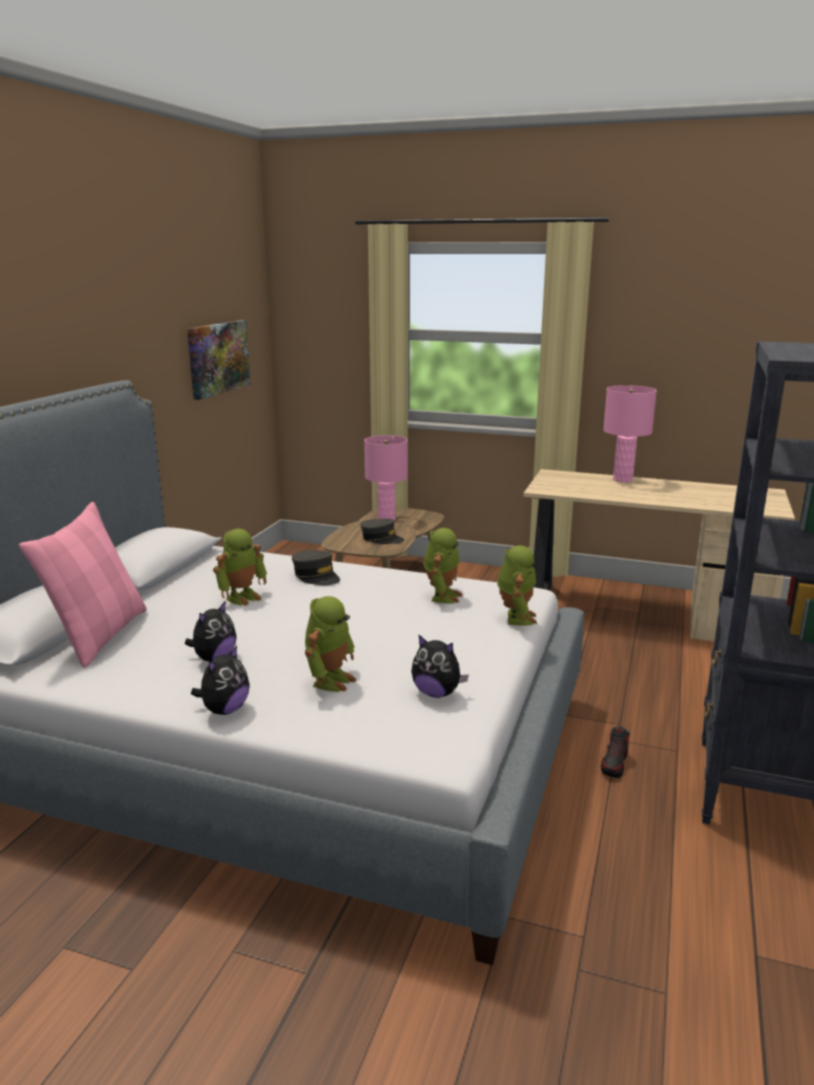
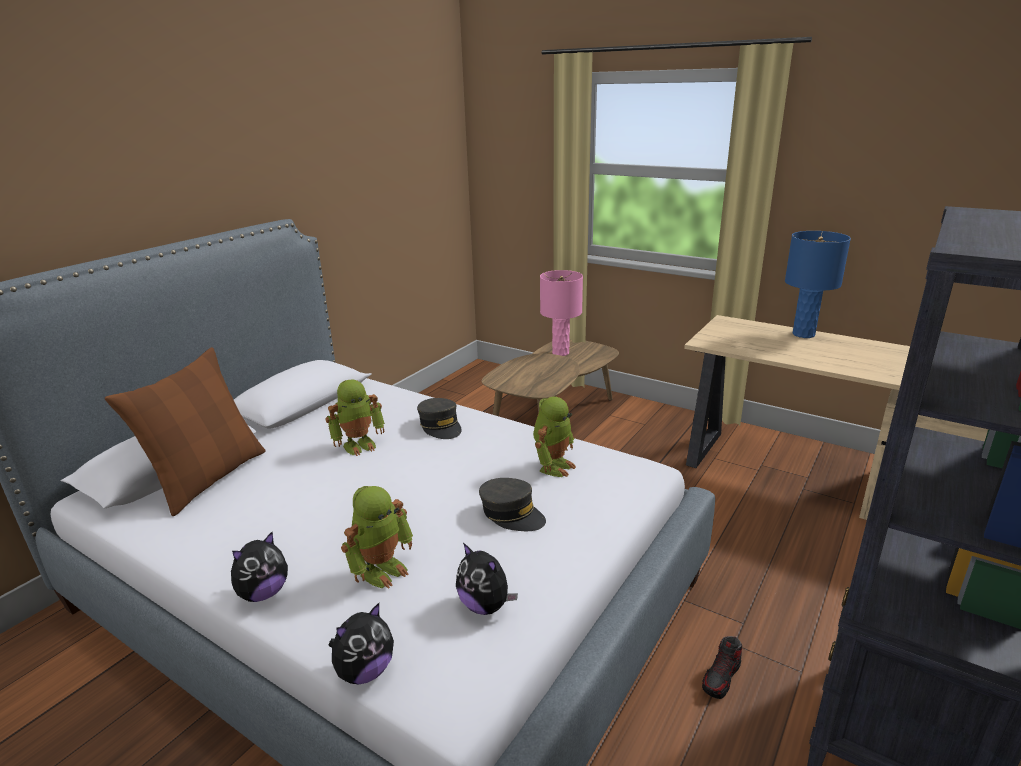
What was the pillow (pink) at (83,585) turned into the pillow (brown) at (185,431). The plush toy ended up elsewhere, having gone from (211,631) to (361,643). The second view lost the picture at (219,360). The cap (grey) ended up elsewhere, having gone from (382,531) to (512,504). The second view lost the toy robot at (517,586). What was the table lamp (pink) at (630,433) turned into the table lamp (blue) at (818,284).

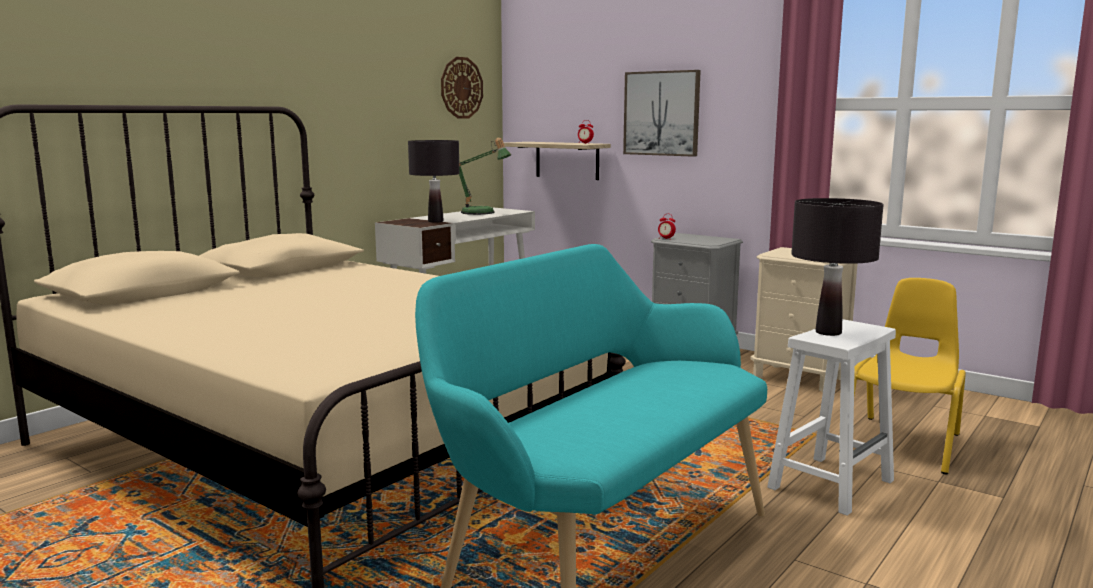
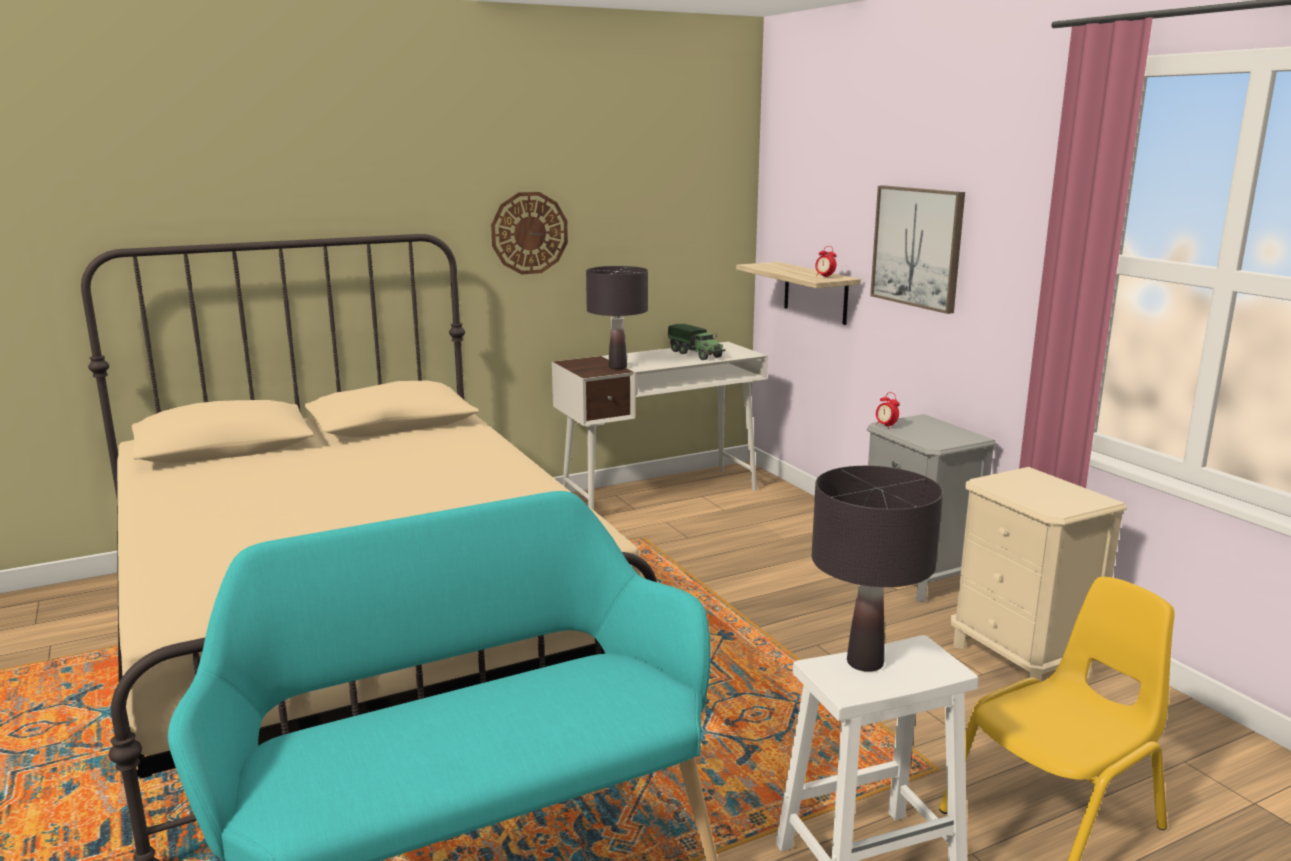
The wall clock ended up elsewhere, having gone from (462,88) to (529,233). Where the table lamp stood at (485,176), the toy truck came to stand at (697,342).

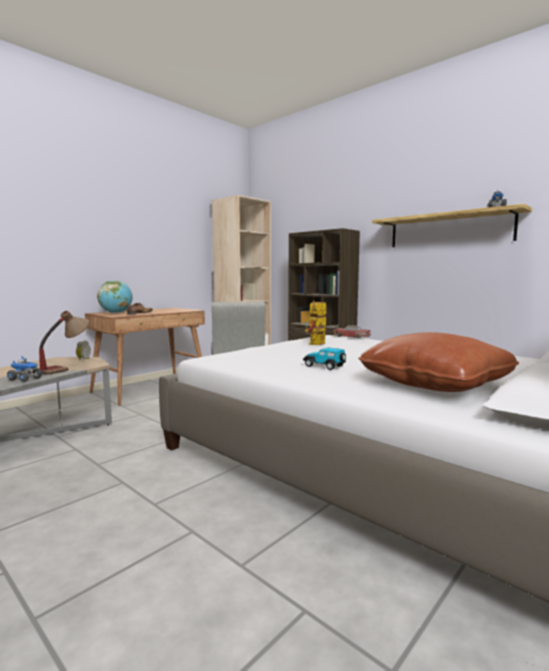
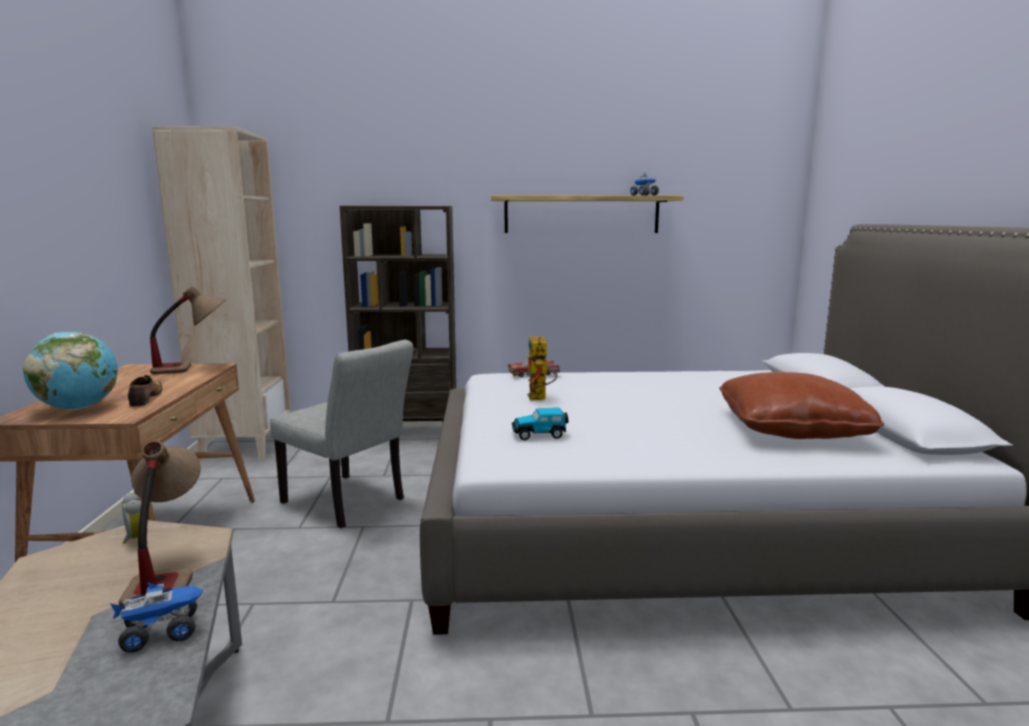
The toy car ended up elsewhere, having gone from (324,359) to (540,424). The second view gained the table lamp at (188,330).

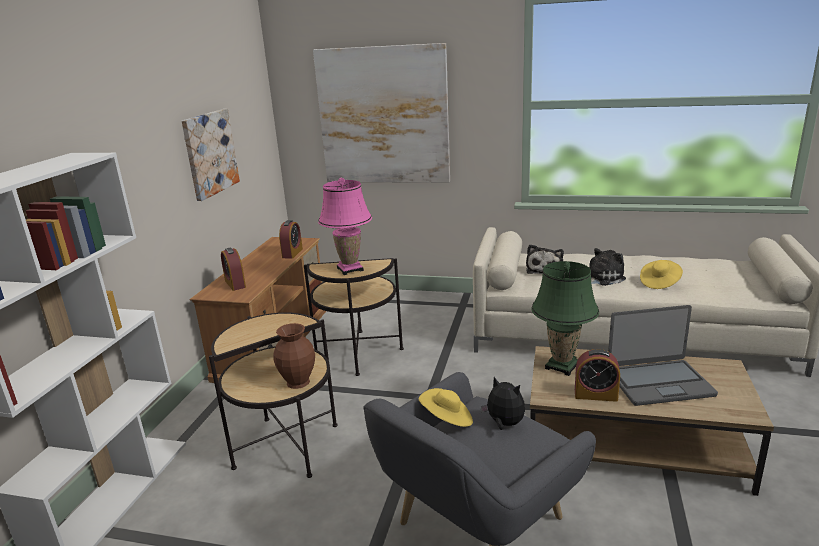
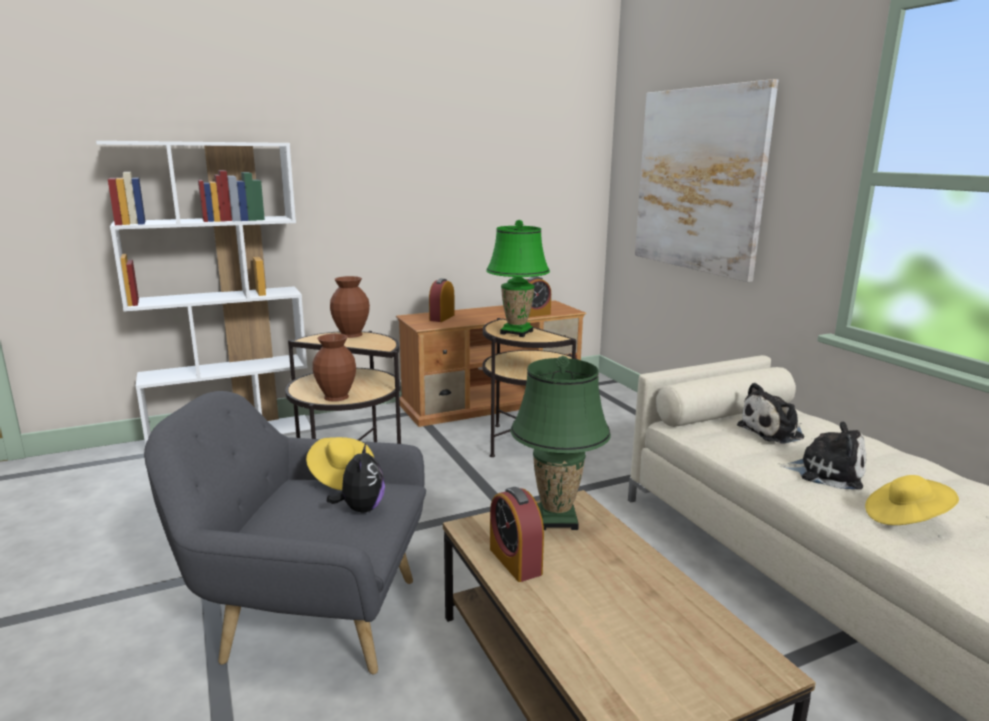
The second view lost the picture at (211,155). What was the table lamp (pink) at (345,226) turned into the table lamp (green) at (518,278). The second view lost the laptop at (663,355). The second view gained the vase (brown) at (350,307).

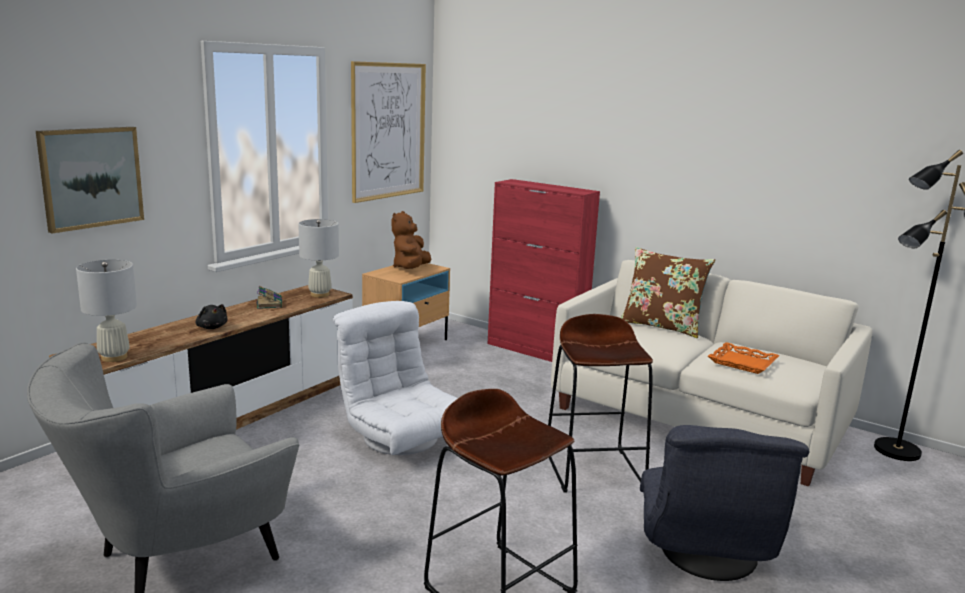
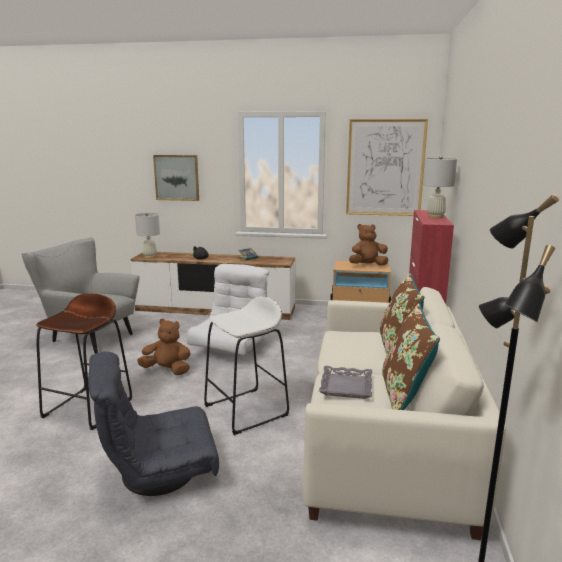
The table lamp (white) ended up elsewhere, having gone from (318,258) to (440,187). What was the stool (brown) at (600,403) turned into the stool (white) at (246,365). What was the tray (orange) at (743,358) turned into the tray (grey) at (345,382). The second view gained the plush toy (brown) at (164,347). The second view gained the pillow (brown) at (411,356).

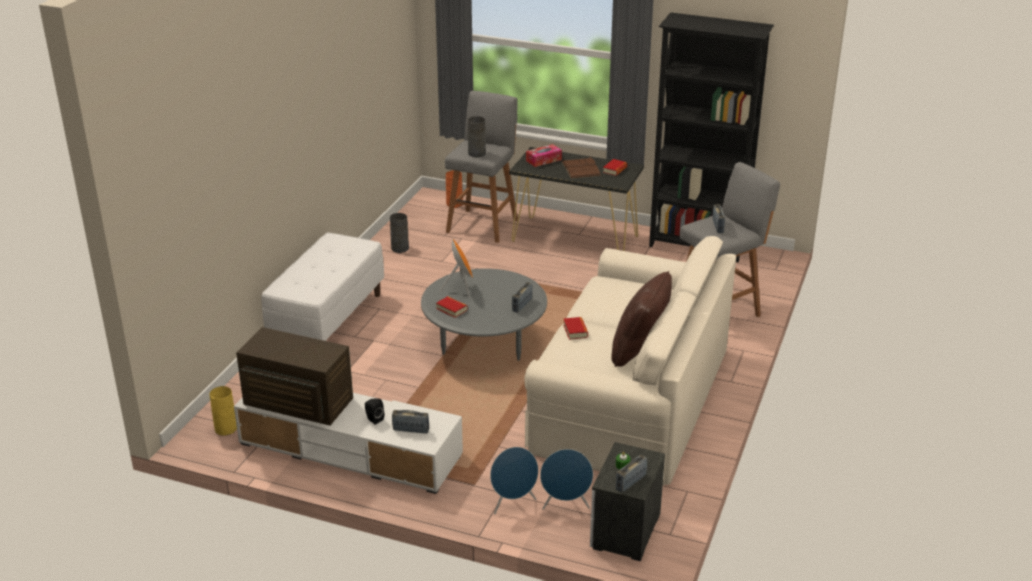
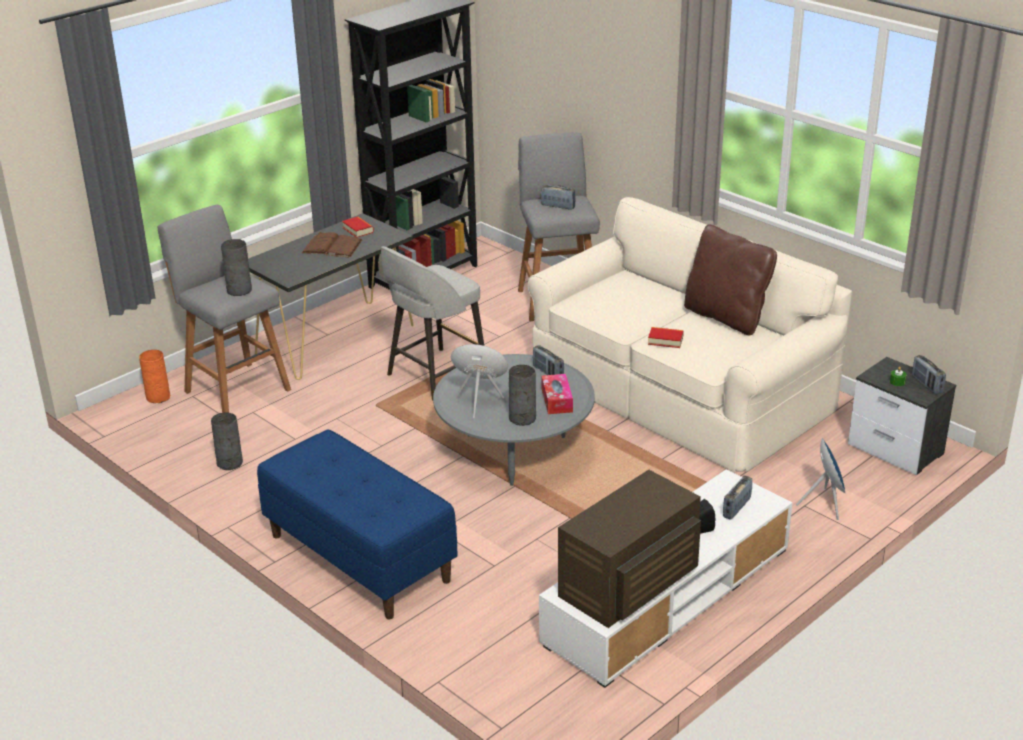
The second view lost the vase (yellow) at (223,411). What was the bench (white) at (322,287) turned into the bench (blue) at (357,524). Where the book stood at (452,307), the vase (grey) came to stand at (522,395). The tissue box ended up elsewhere, having gone from (544,155) to (557,394). The second view lost the speaker (blue) at (566,479). The second view gained the stool (grey) at (432,323).

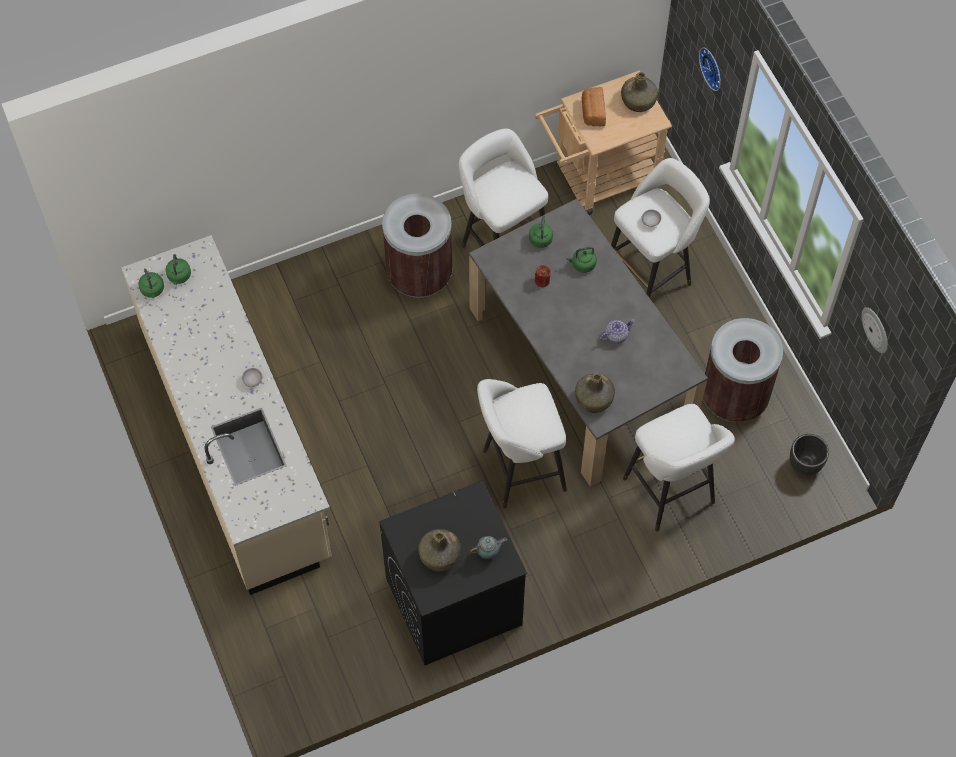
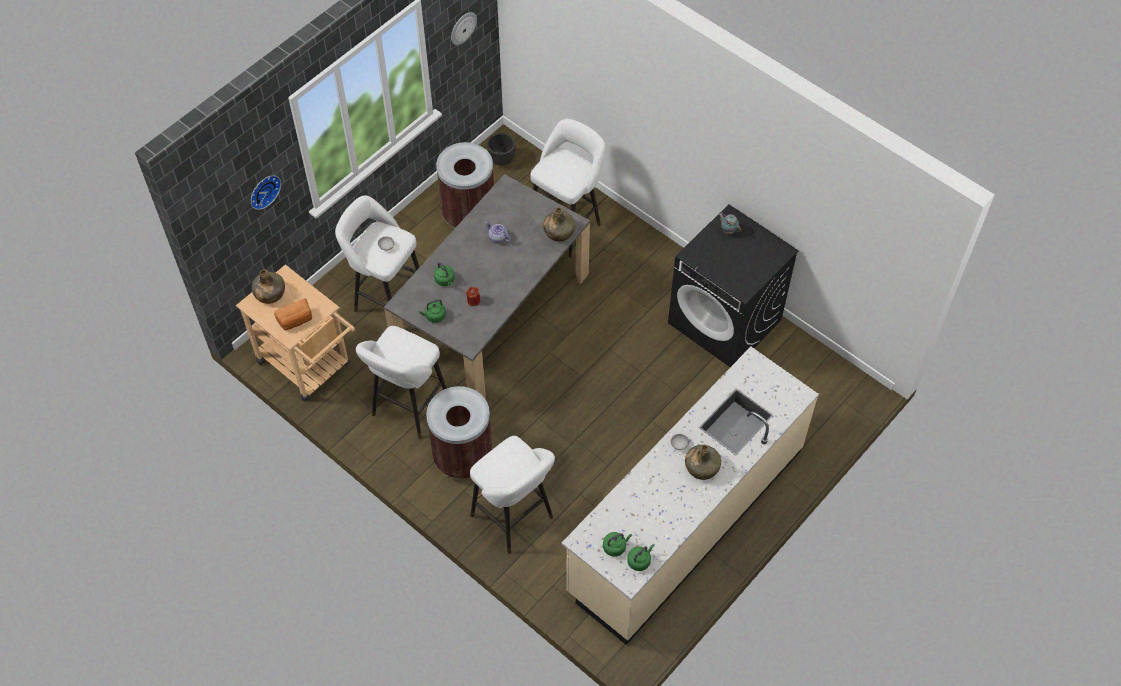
The bottle (green) ended up elsewhere, having gone from (439,550) to (703,462). The stool (white) ended up elsewhere, having gone from (522,444) to (512,495).

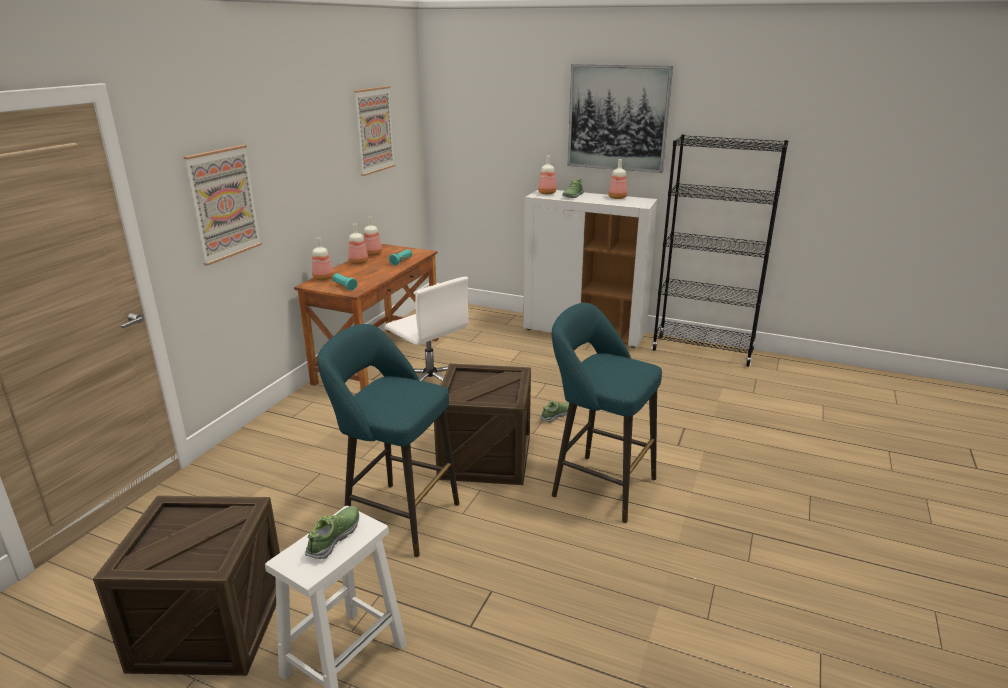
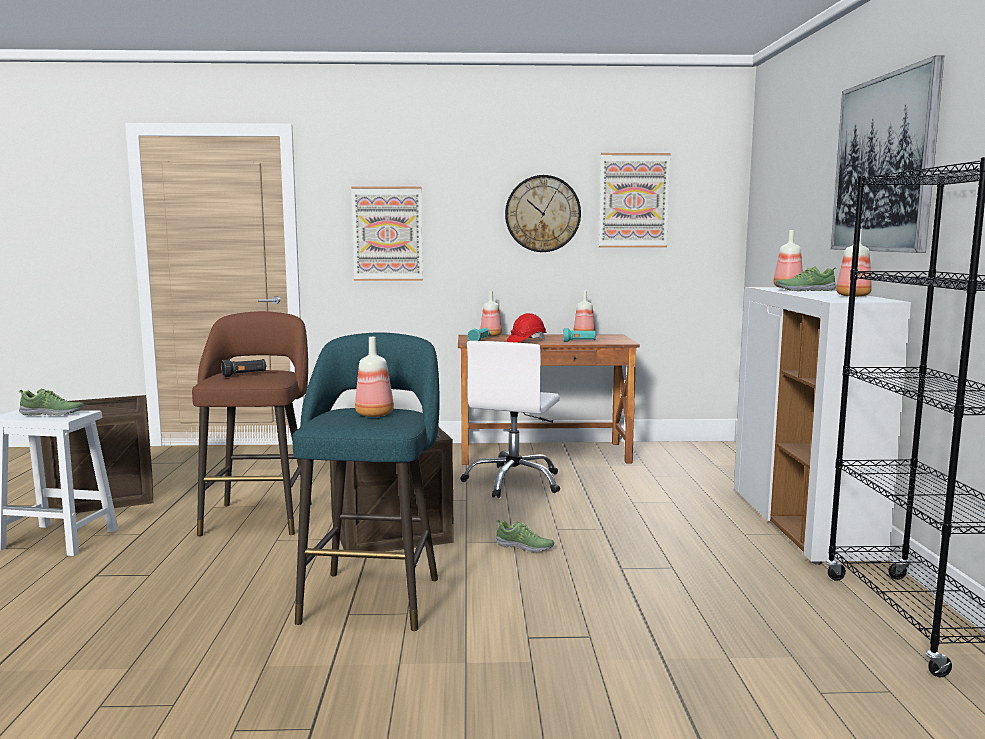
What was the stool (turquoise) at (388,440) turned into the stool (brown) at (252,423). The bottle ended up elsewhere, having gone from (358,244) to (374,377). The second view gained the flashlight (black) at (244,368). The second view gained the wall clock at (543,213). The second view gained the hard hat (red) at (526,328).

